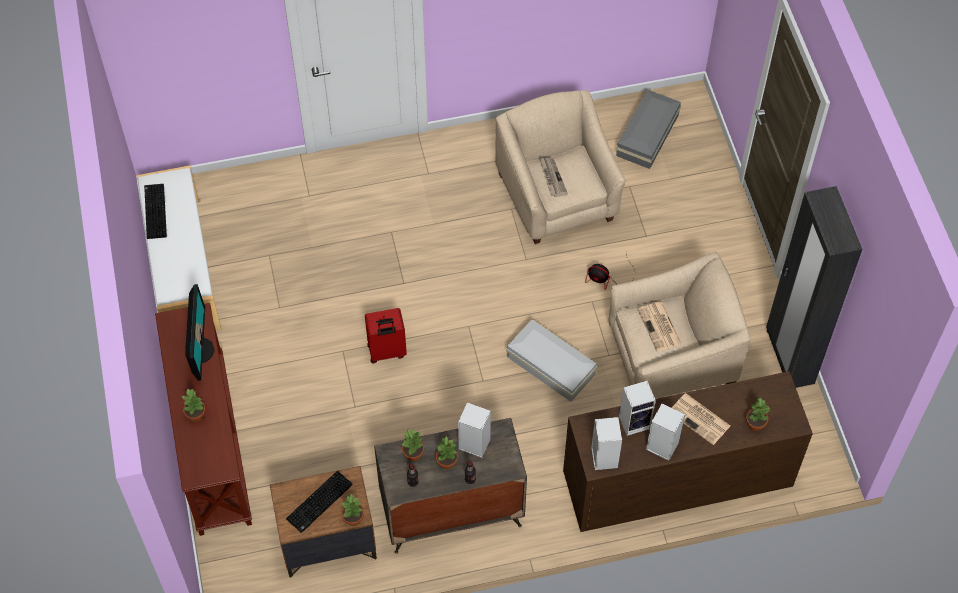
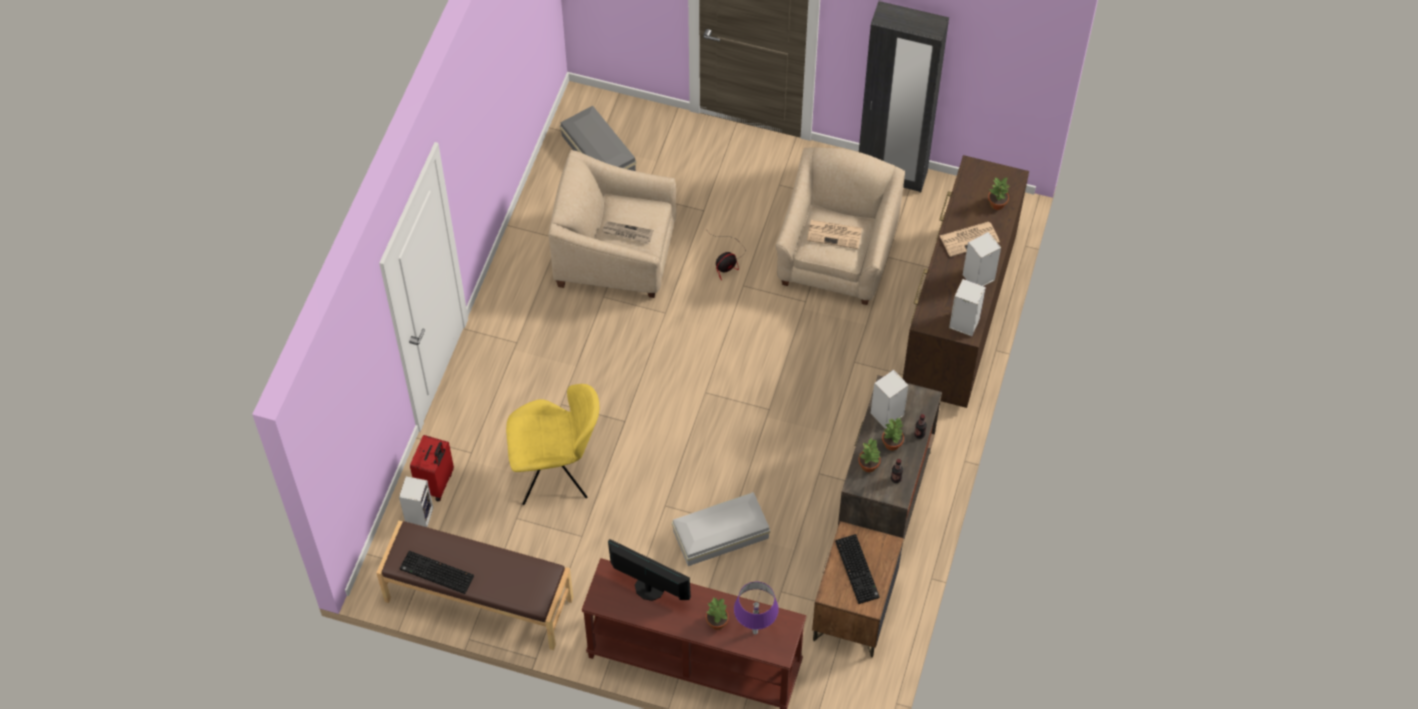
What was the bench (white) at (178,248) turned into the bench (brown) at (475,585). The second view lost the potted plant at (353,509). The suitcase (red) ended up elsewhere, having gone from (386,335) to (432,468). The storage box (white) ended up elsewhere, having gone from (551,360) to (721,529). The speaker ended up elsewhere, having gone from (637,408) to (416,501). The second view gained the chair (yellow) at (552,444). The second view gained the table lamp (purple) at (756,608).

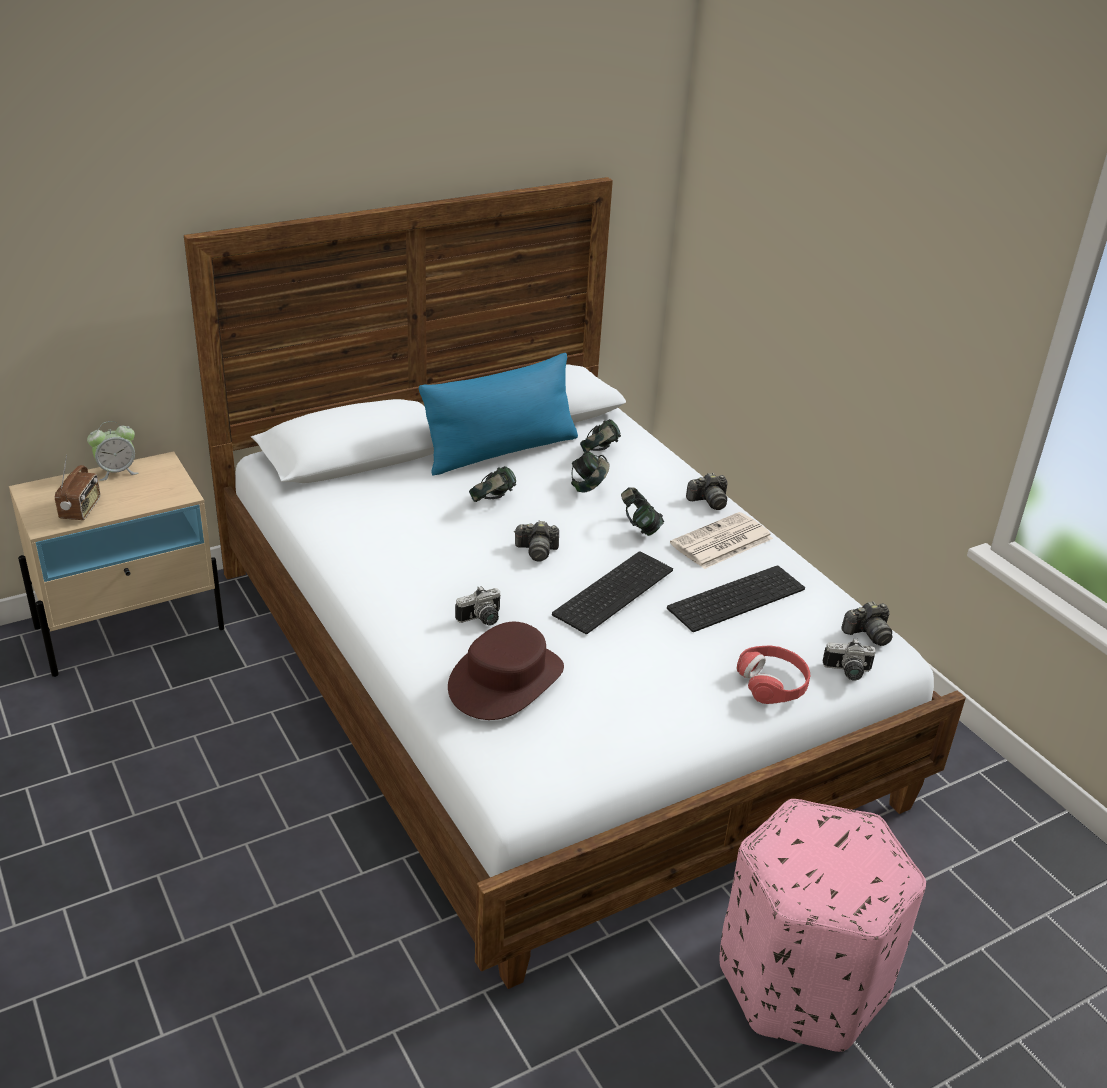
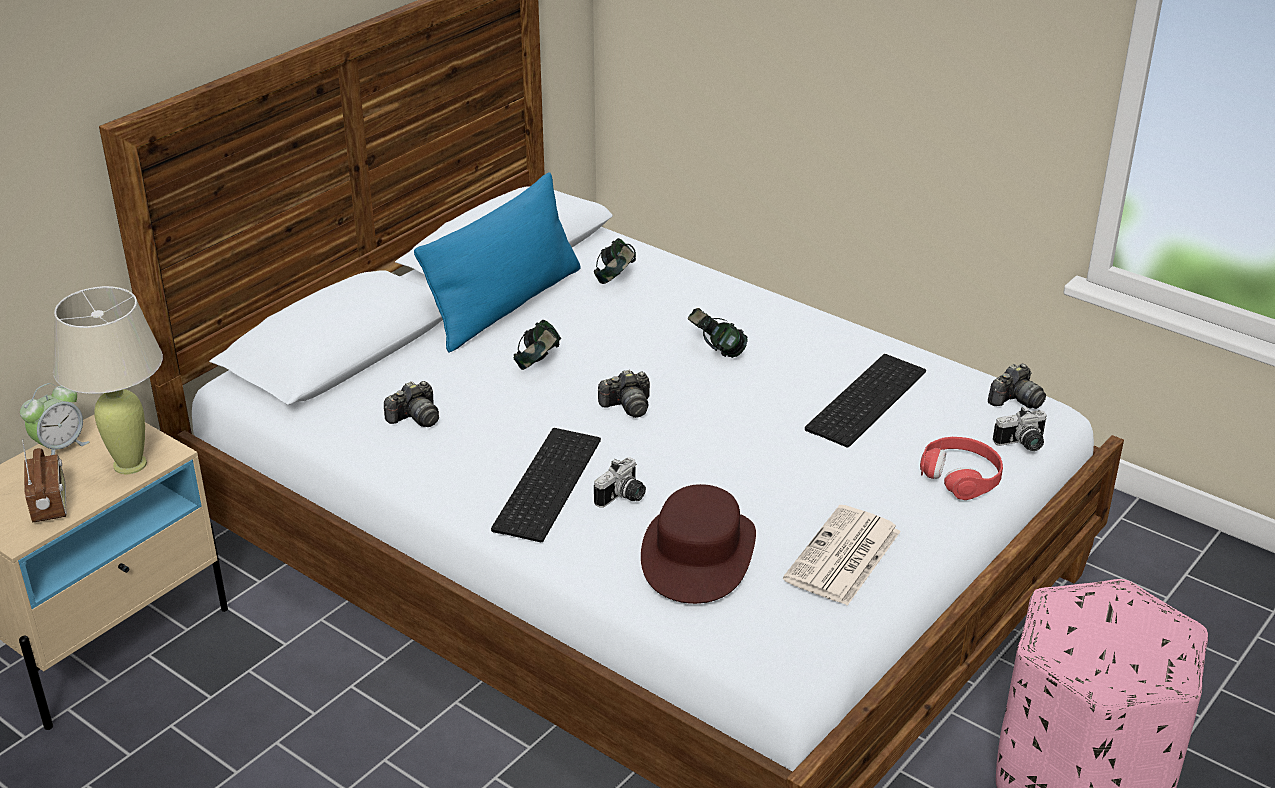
The keyboard ended up elsewhere, having gone from (612,592) to (546,485). The second view lost the headphones at (590,471). The newspaper ended up elsewhere, having gone from (721,540) to (842,555). The photo camera ended up elsewhere, having gone from (706,491) to (411,404). The second view gained the table lamp (beige) at (108,380).

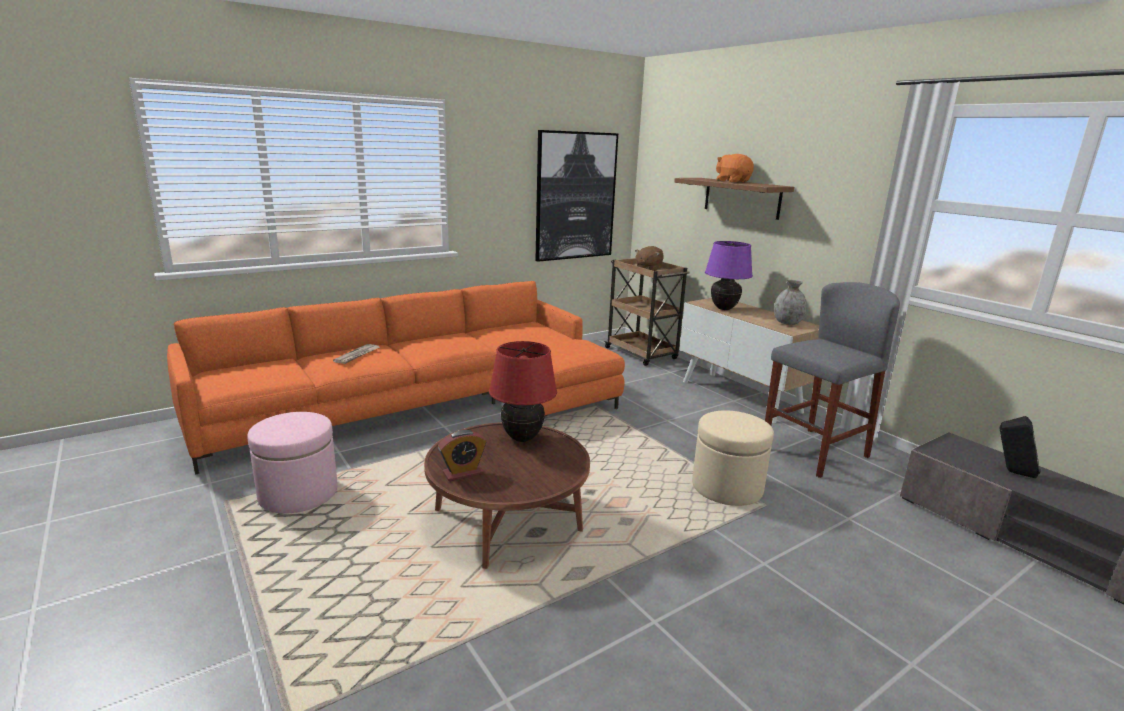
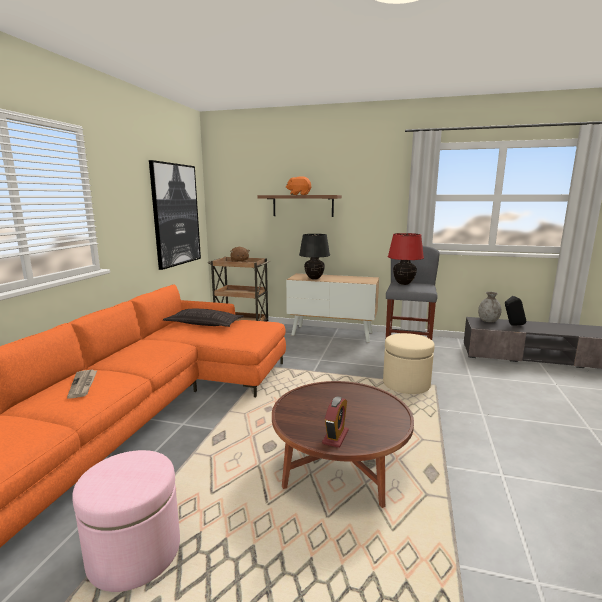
The table lamp (red) ended up elsewhere, having gone from (523,391) to (406,259). What was the table lamp (purple) at (729,275) turned into the table lamp (black) at (314,256). The vase (grey) ended up elsewhere, having gone from (790,302) to (490,307). The second view gained the pillow at (203,318).

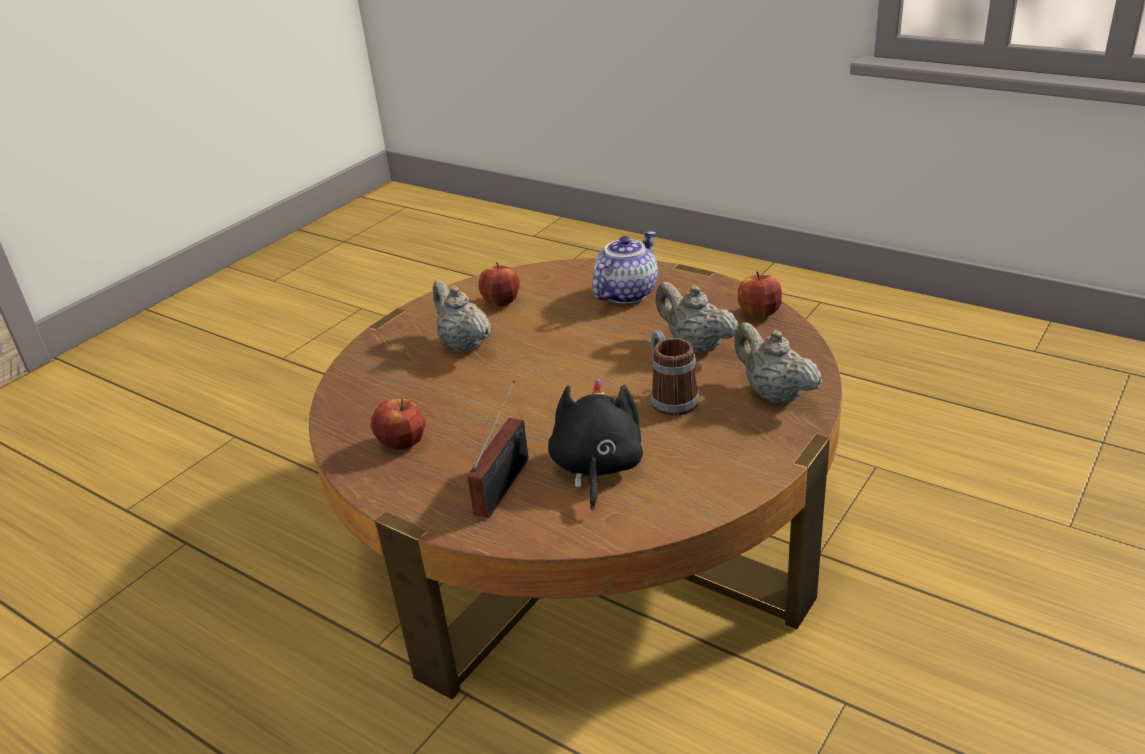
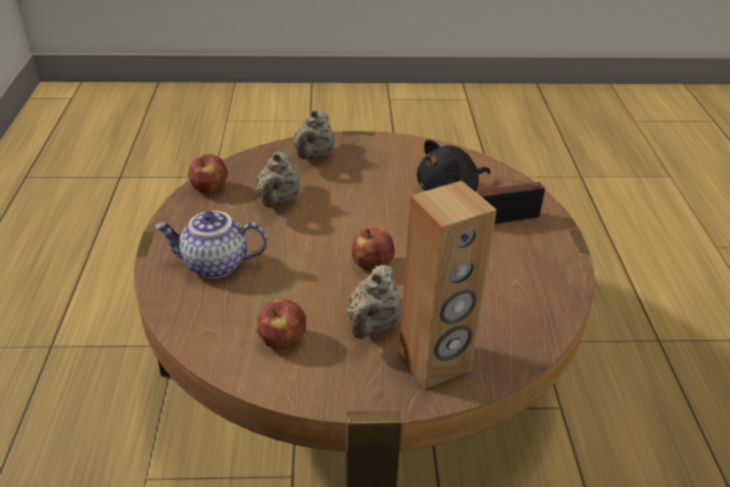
The apple ended up elsewhere, having gone from (398,424) to (373,249). The second view lost the mug at (675,373). The second view gained the speaker (brown) at (448,285).

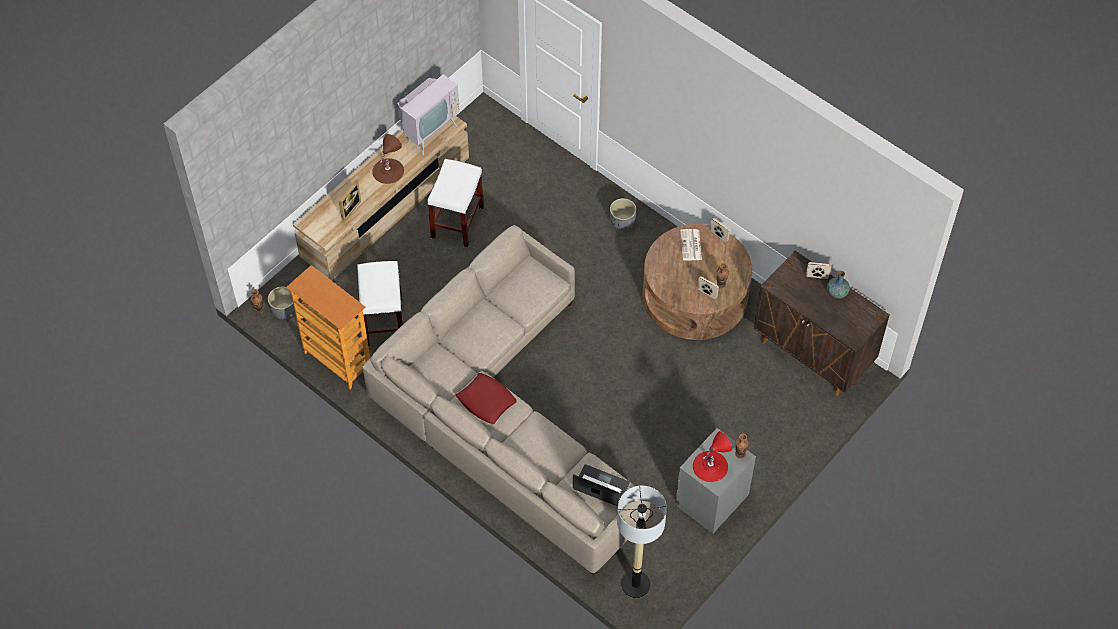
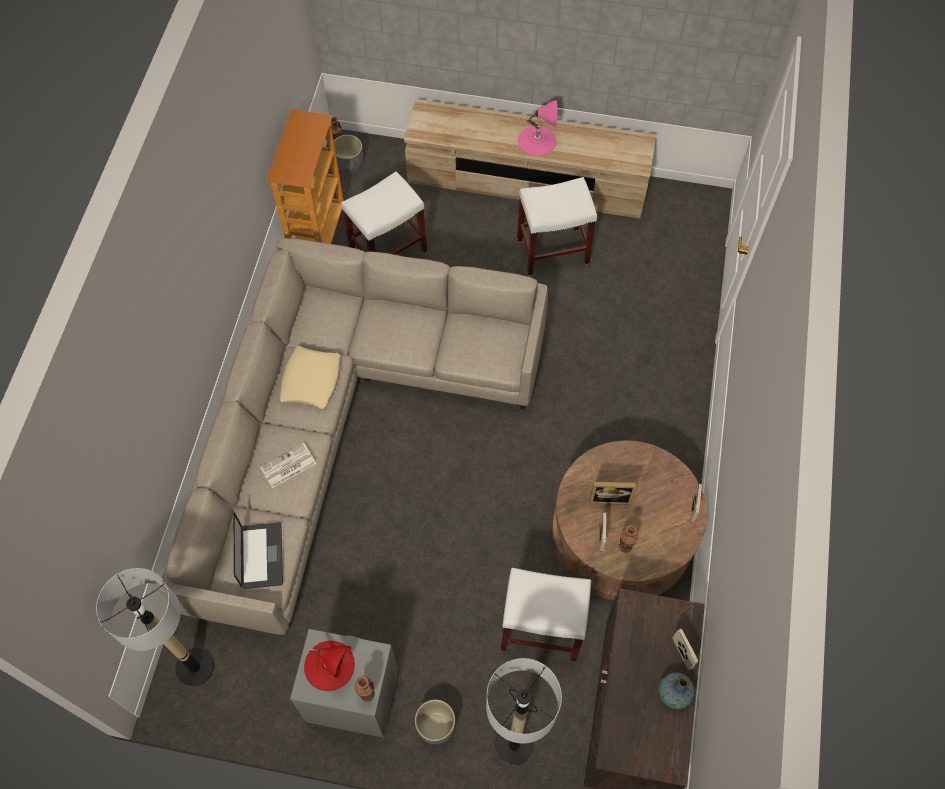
The picture frame ended up elsewhere, having gone from (350,201) to (613,493). What was the table lamp (brown) at (388,159) turned into the table lamp (pink) at (537,128). The second view lost the television at (426,114). What was the pillow (red) at (486,398) turned into the pillow (beige) at (310,377). The planter (grey) ended up elsewhere, having gone from (623,214) to (435,721). The newspaper ended up elsewhere, having gone from (691,245) to (288,465). The second view gained the floor lamp at (524,711). The second view gained the stool (white) at (546,615).

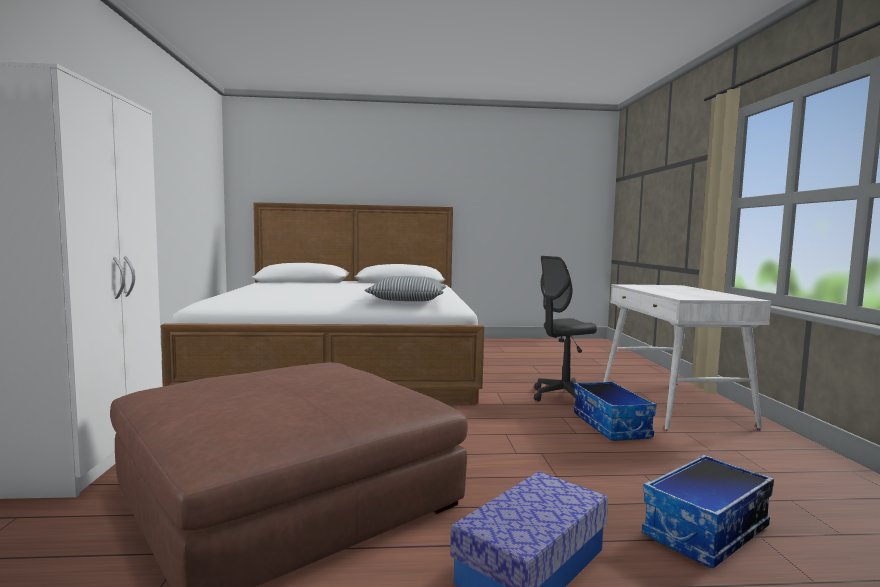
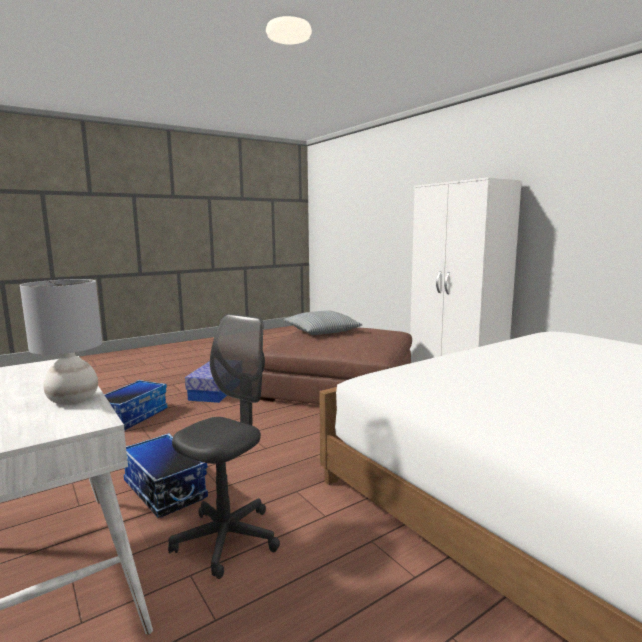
The pillow ended up elsewhere, having gone from (405,288) to (323,322). The second view gained the table lamp (grey) at (61,342).

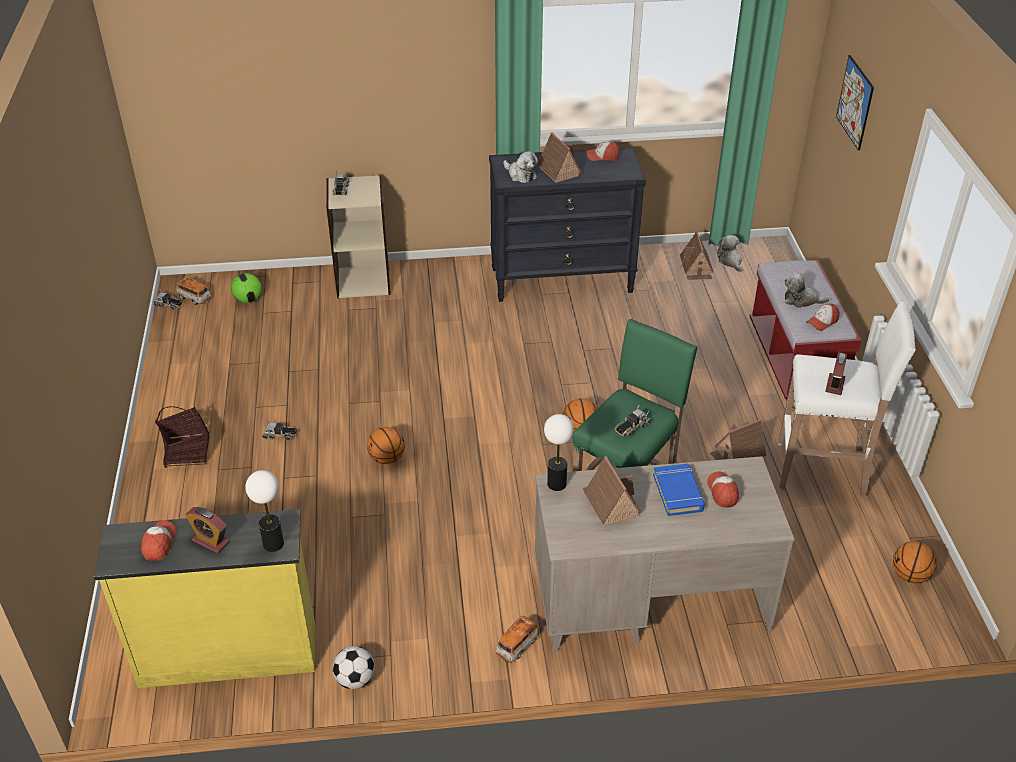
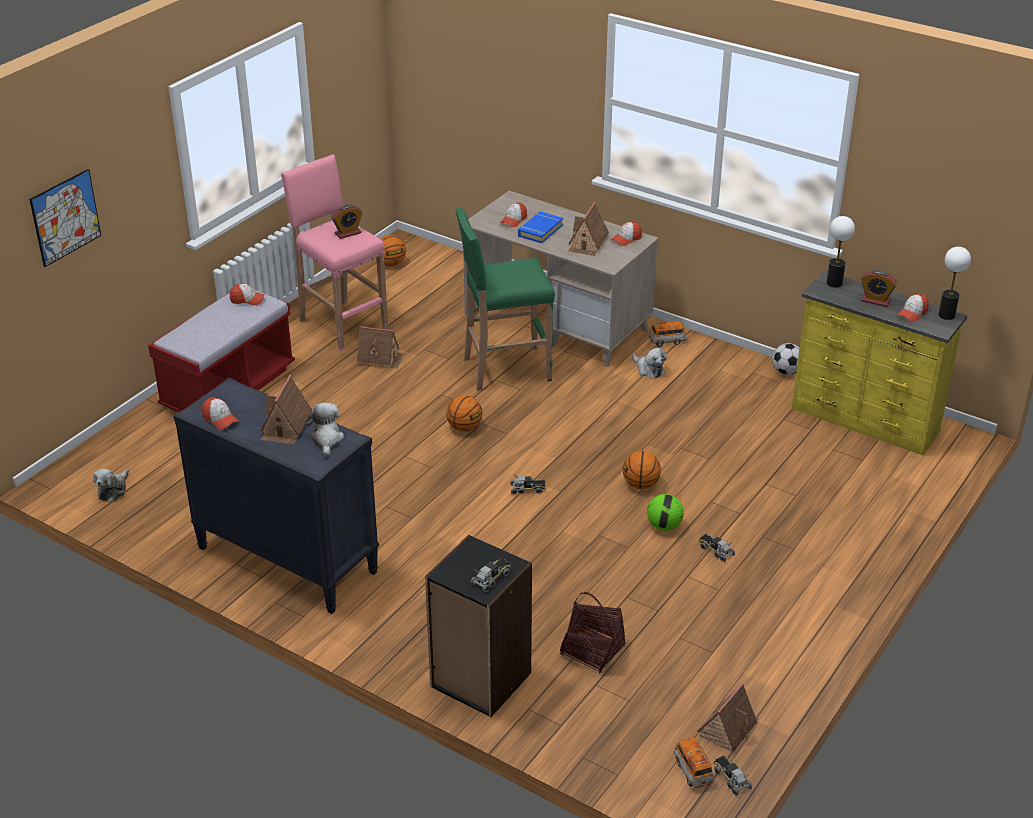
The basket ended up elsewhere, having gone from (182,437) to (592,633). The alarm clock at (207,530) ended up facing another way, 135 degrees clockwise from before. The football ended up elsewhere, having gone from (246,288) to (665,512). What was the bookcase (beige) at (358,236) turned into the bookcase (black) at (478,626). The table lamp ended up elsewhere, having gone from (559,452) to (954,283). The toy truck ended up elsewhere, having gone from (633,421) to (528,484). The toy house ended up elsewhere, having gone from (697,255) to (727,717). What was the stool (white) at (847,399) turned into the stool (pink) at (335,253). The plush toy ended up elsewhere, having gone from (806,290) to (649,363). The second view gained the cap at (626,234).

